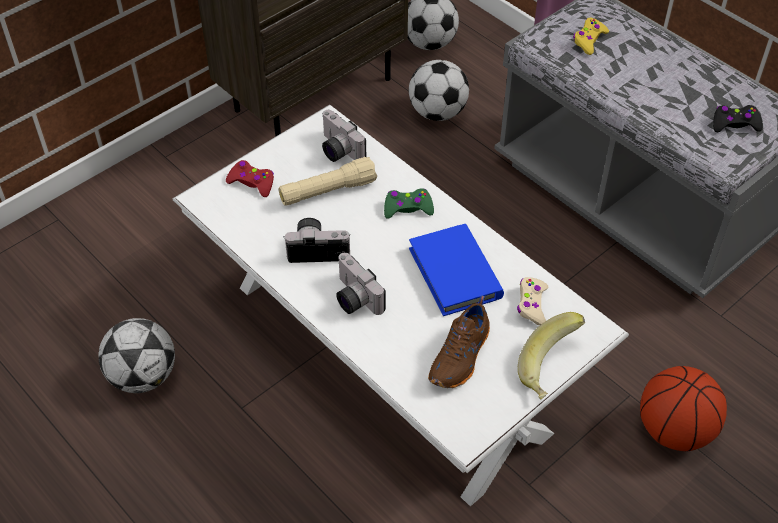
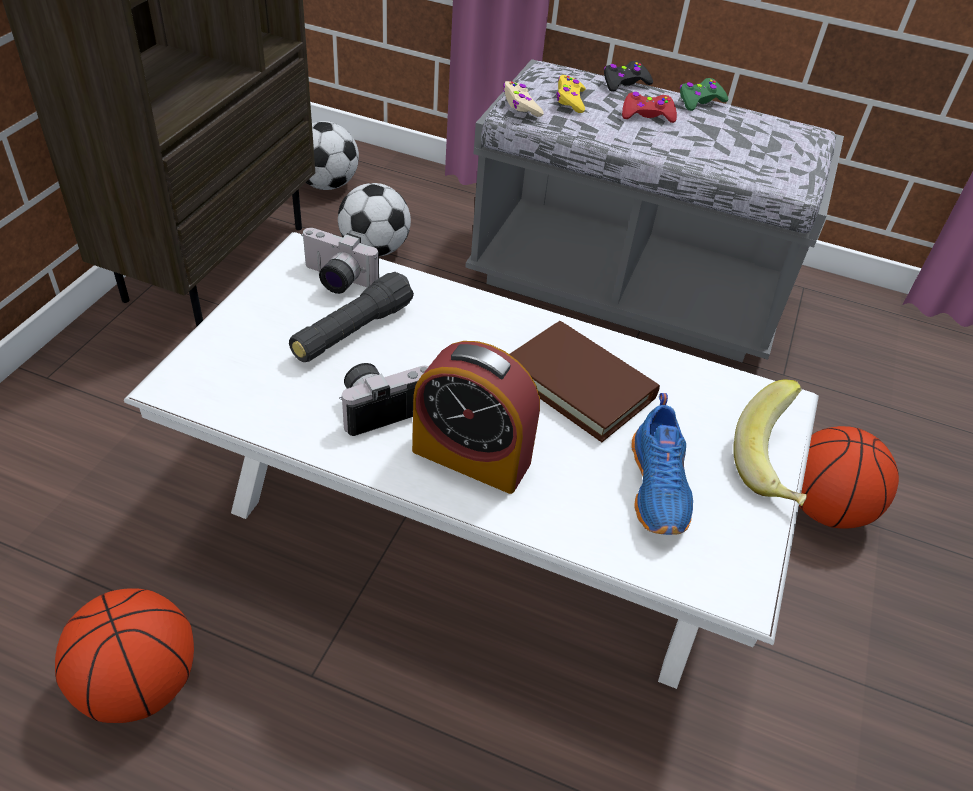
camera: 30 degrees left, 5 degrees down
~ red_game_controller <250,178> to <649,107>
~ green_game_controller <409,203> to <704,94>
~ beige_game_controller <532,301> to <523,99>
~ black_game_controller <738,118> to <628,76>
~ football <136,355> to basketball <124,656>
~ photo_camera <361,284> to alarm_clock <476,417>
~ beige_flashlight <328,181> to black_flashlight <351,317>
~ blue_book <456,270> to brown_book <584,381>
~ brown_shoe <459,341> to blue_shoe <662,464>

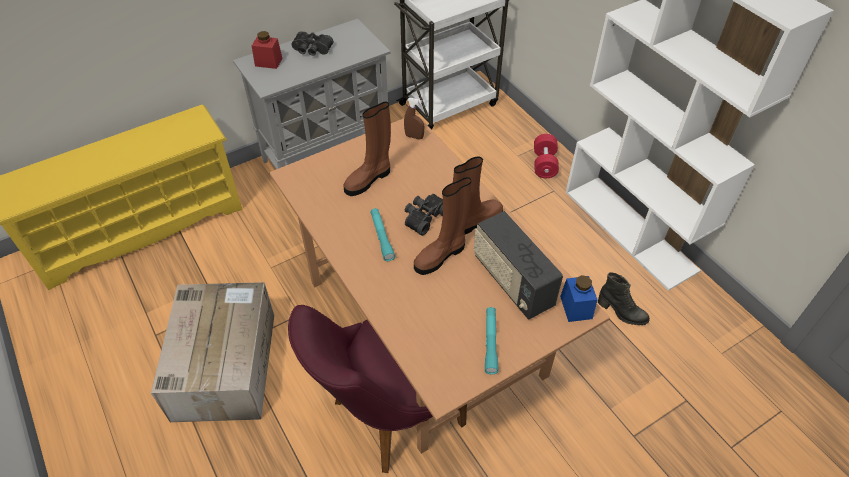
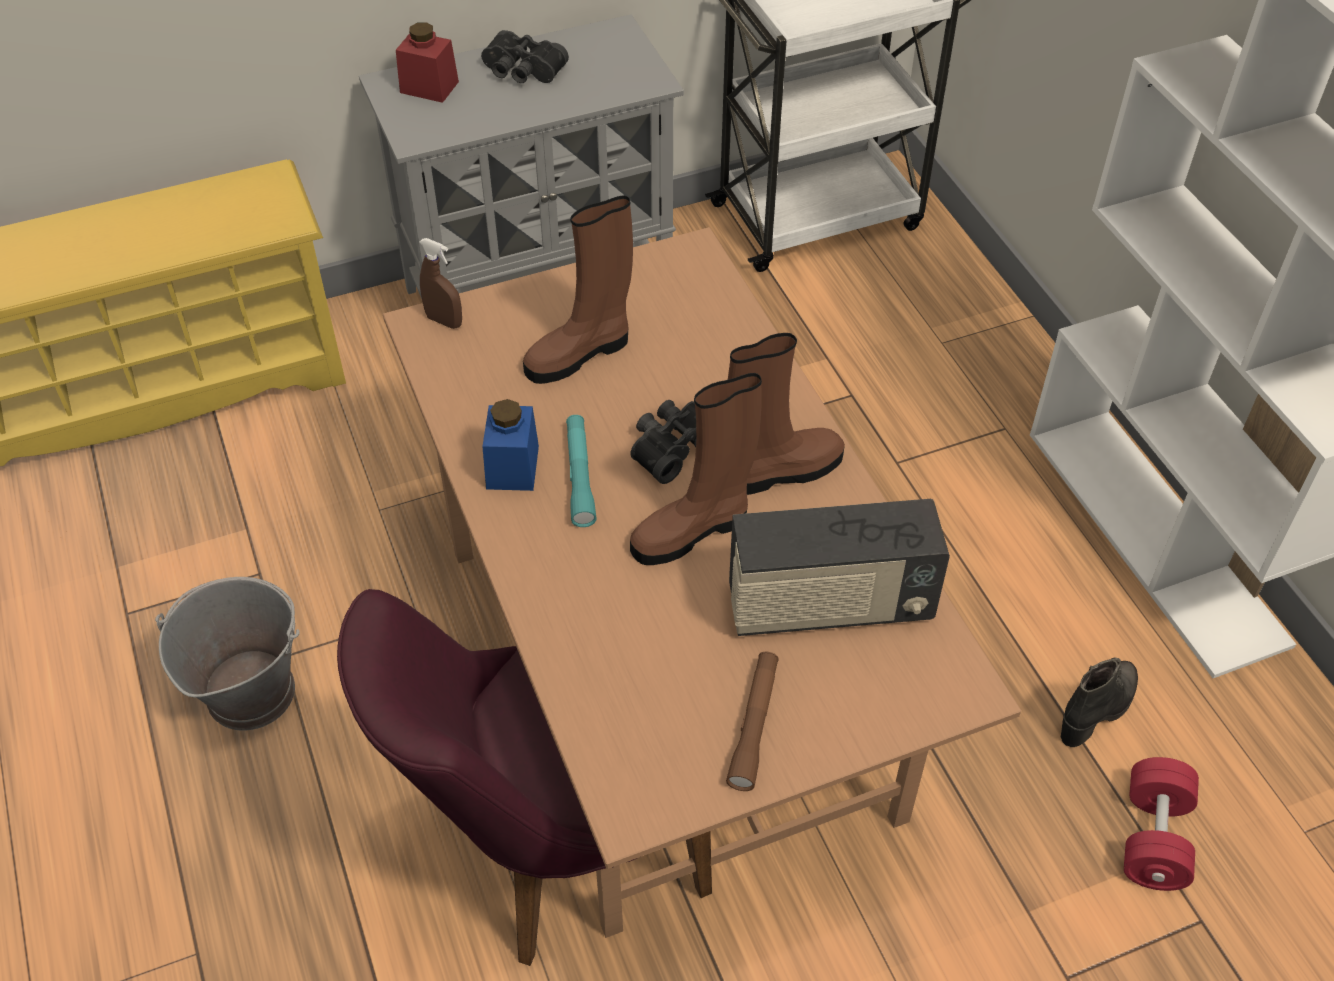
camera: 10 degrees right, 0 degrees up
~ brown_spray_bottle <414,119> to <440,283>
~ red_dumbbell <546,156> to <1161,824>
~ blue_jar <579,298> to <510,445>
~ cardboard_box <212,352> to grey_bucket <227,654>
~ turquoise_flashlight <492,341> to brown_flashlight <752,721>
~ radio <518,265> = <839,567> 75 degrees counterclockwise
~ black_boot <624,298> = <1099,702> 90 degrees counterclockwise

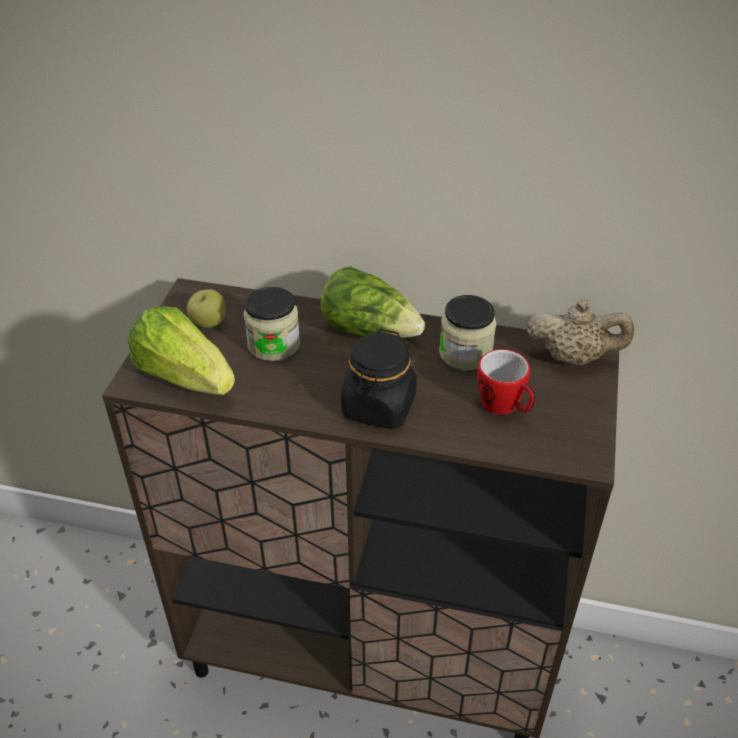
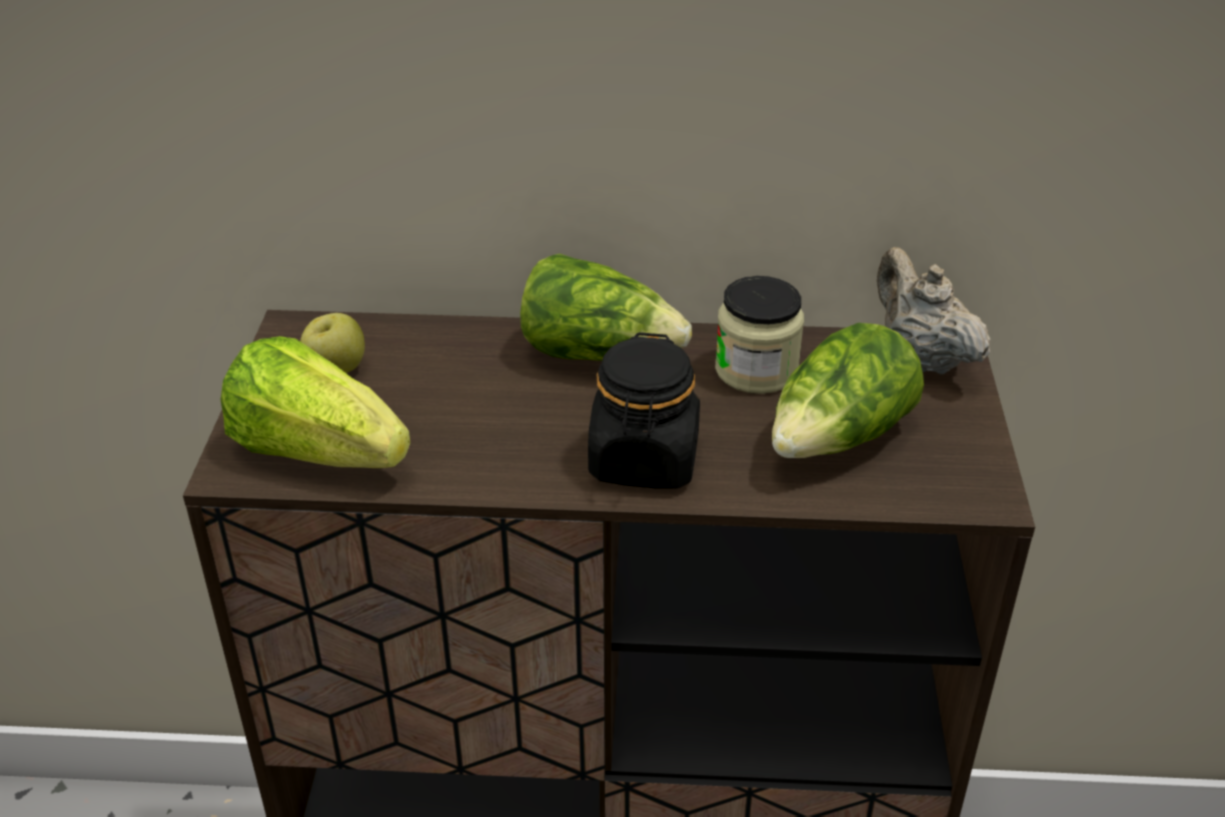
camera: 10 degrees left, 5 degrees down
- jar <272,324>
~ mug <506,382> to lettuce <848,390>
~ beige_teapot <580,332> = <934,311> 120 degrees counterclockwise

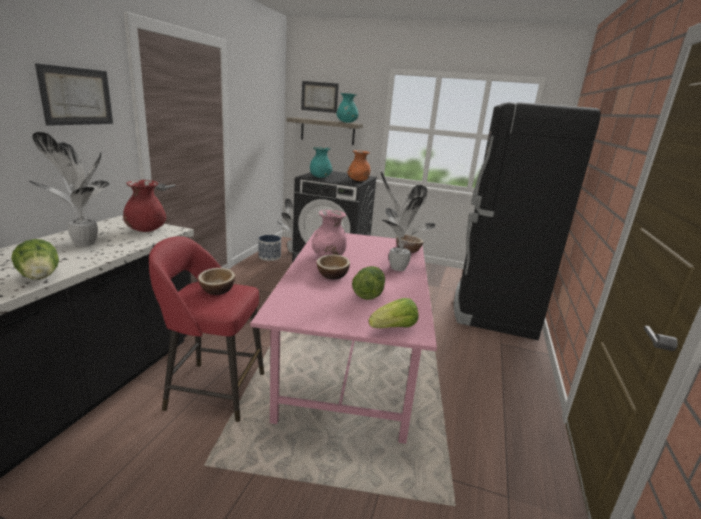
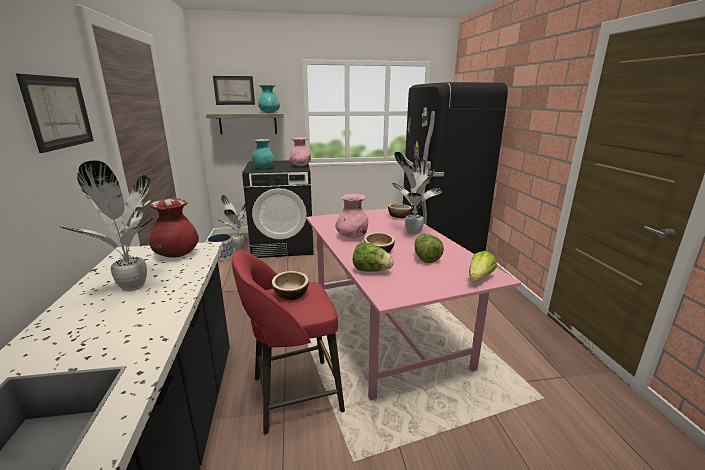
camera: 25 degrees left, 0 degrees up
~ lettuce <35,259> to <373,257>
~ orange_vase <358,165> to pink_vase <300,152>

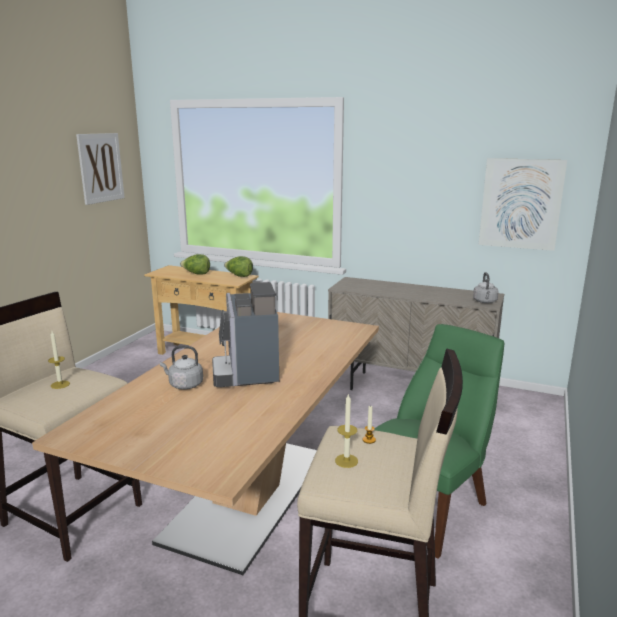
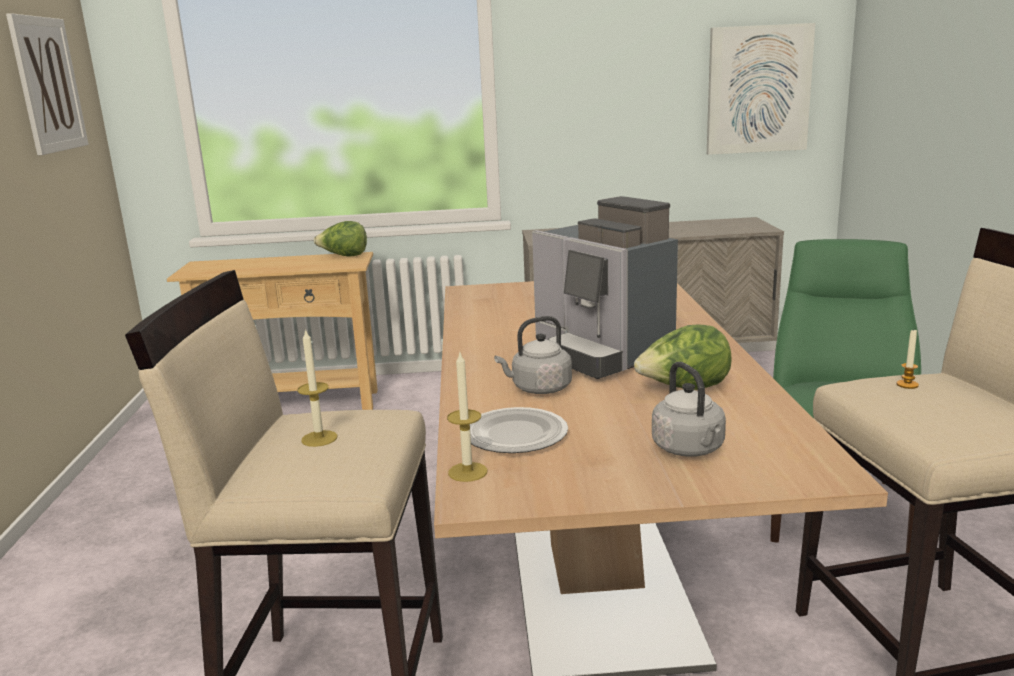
camera: 25 degrees left, 0 degrees up
+ plate <519,430>
~ lettuce <195,264> to <683,357>
~ candle <346,430> to <467,417>
~ grey_kettle <486,287> to <689,409>

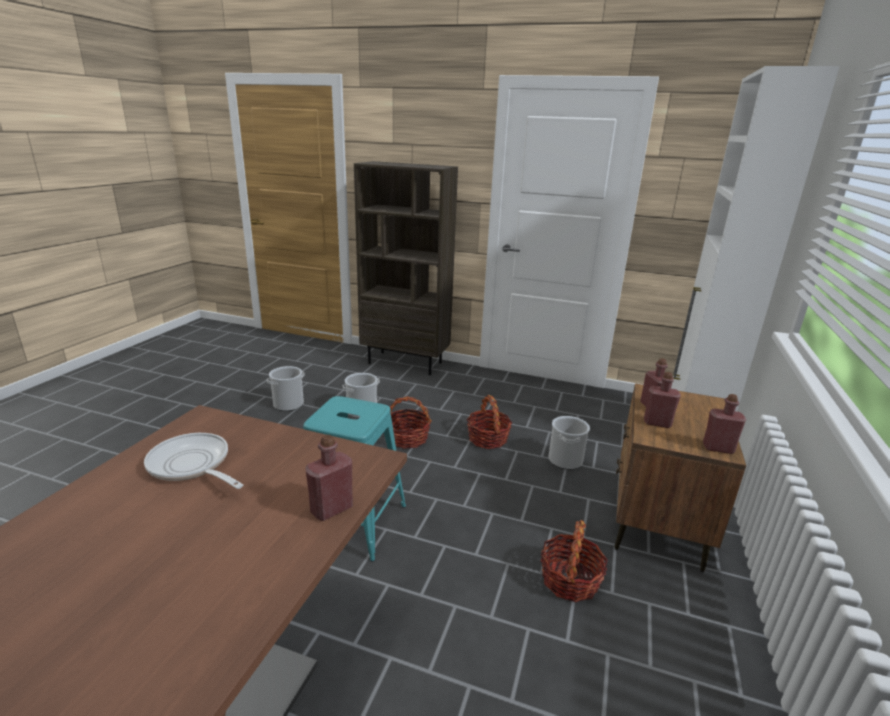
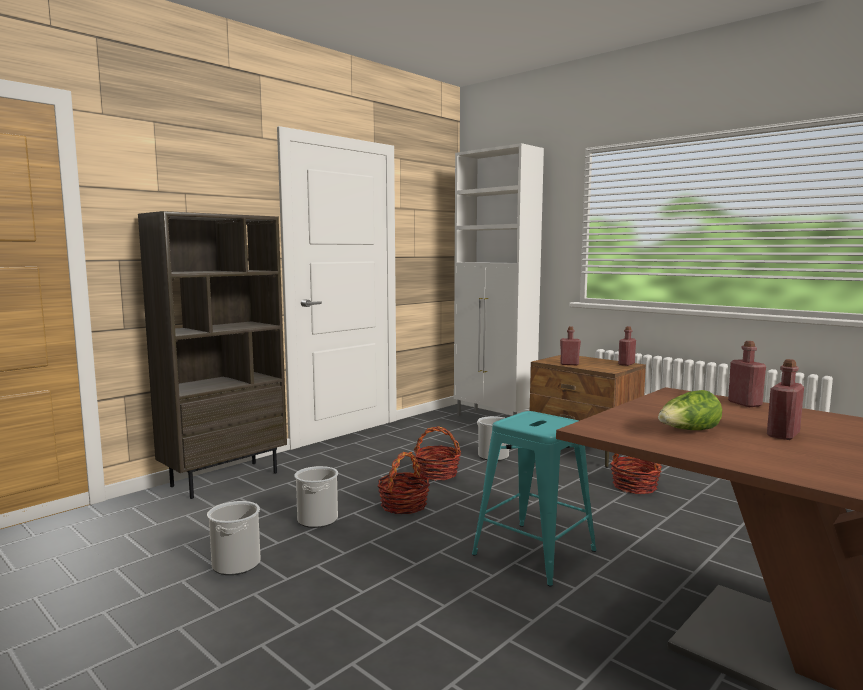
camera: 65 degrees left, 15 degrees down
~ red_bottle <662,400> to <785,399>
~ frying_pan <193,461> to lettuce <690,410>

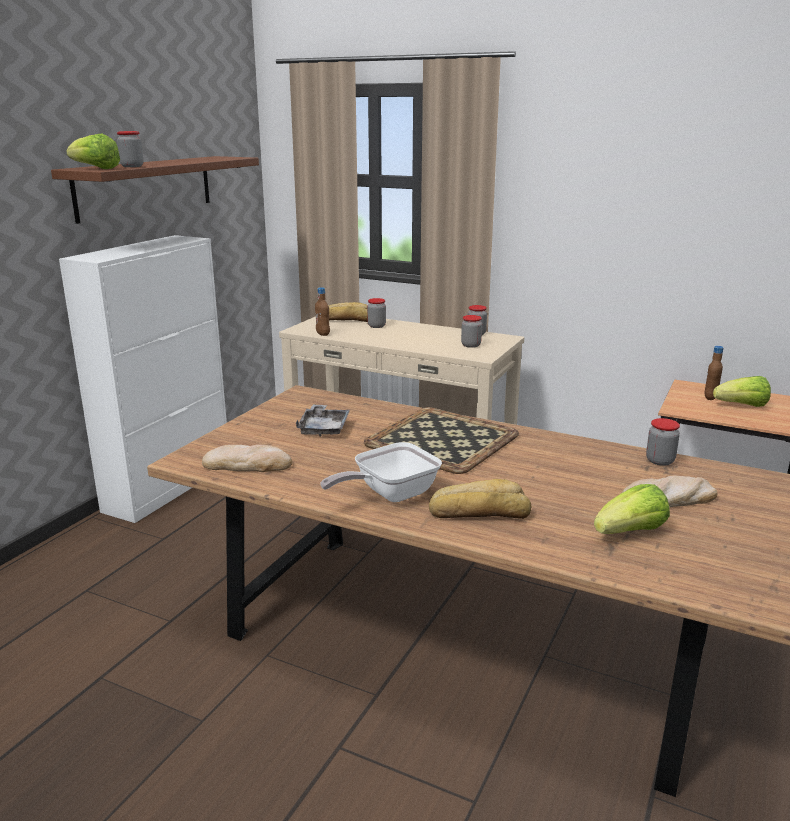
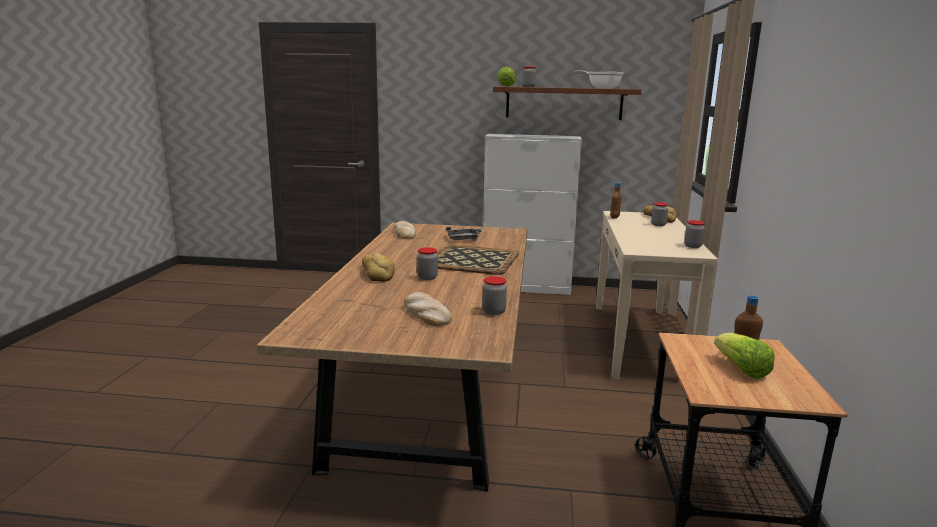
camera: 70 degrees right, 5 degrees down
- lettuce <632,509>
~ frying_pan <381,472> to <597,79>
~ jar <471,331> to <427,263>

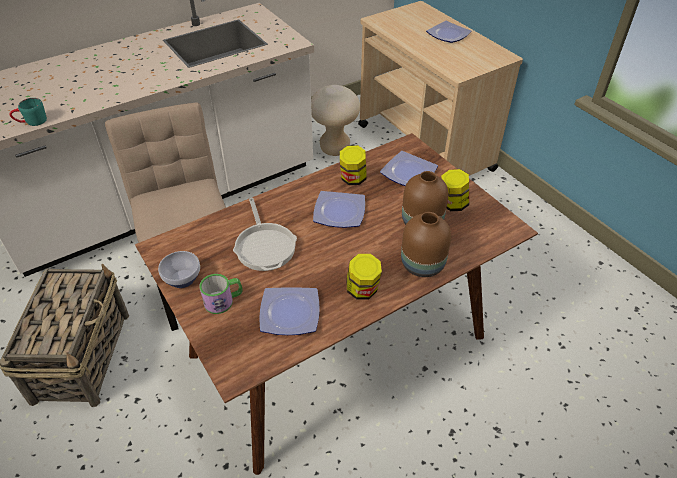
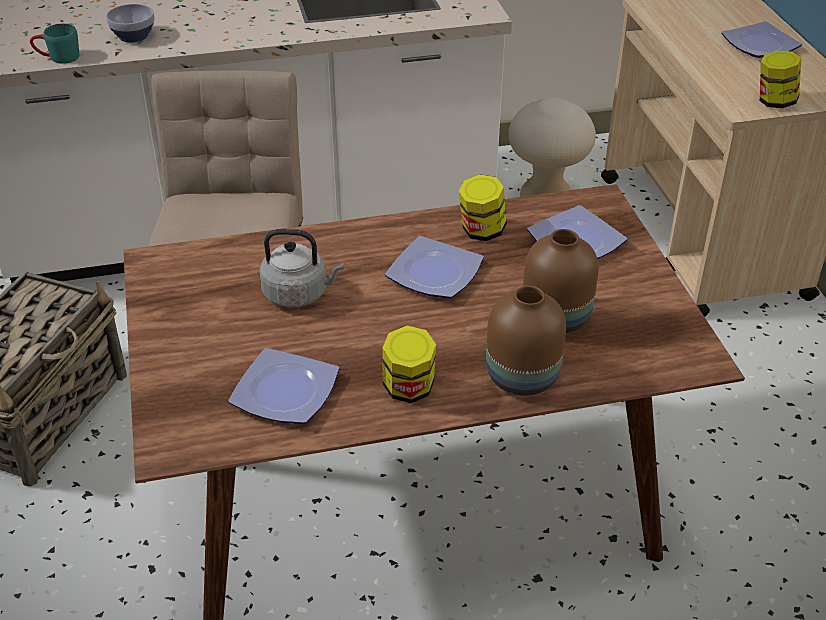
camera: 20 degrees right, 5 degrees down
- mug <221,294>
~ bowl <179,269> to <130,23>
~ jar <455,190> to <780,79>
~ frying_pan <265,234> to grey_kettle <302,268>

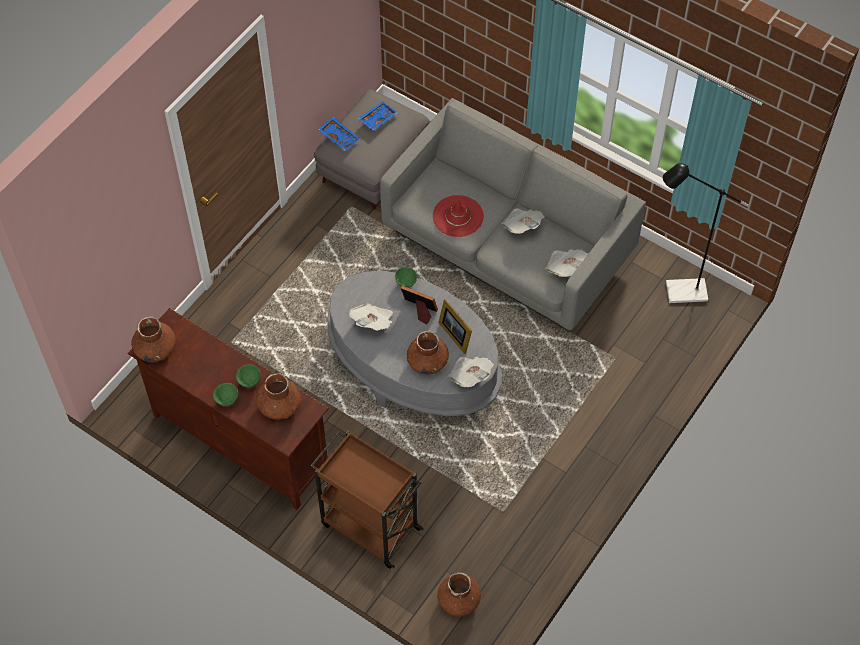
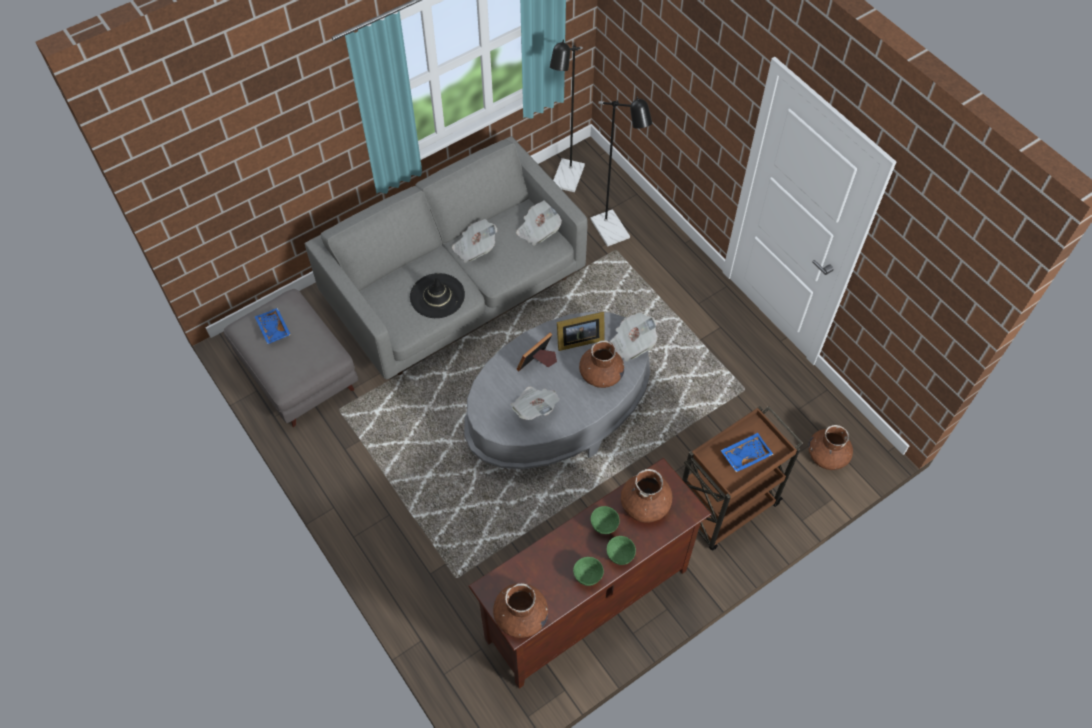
camera: 70 degrees left, 0 degrees up
+ black_floor_lamp <621,171>
~ blue_tray <338,134> to <747,452>
~ green_bowl <406,277> to <588,571>
~ red_hat <458,216> to black_hat <437,295>

